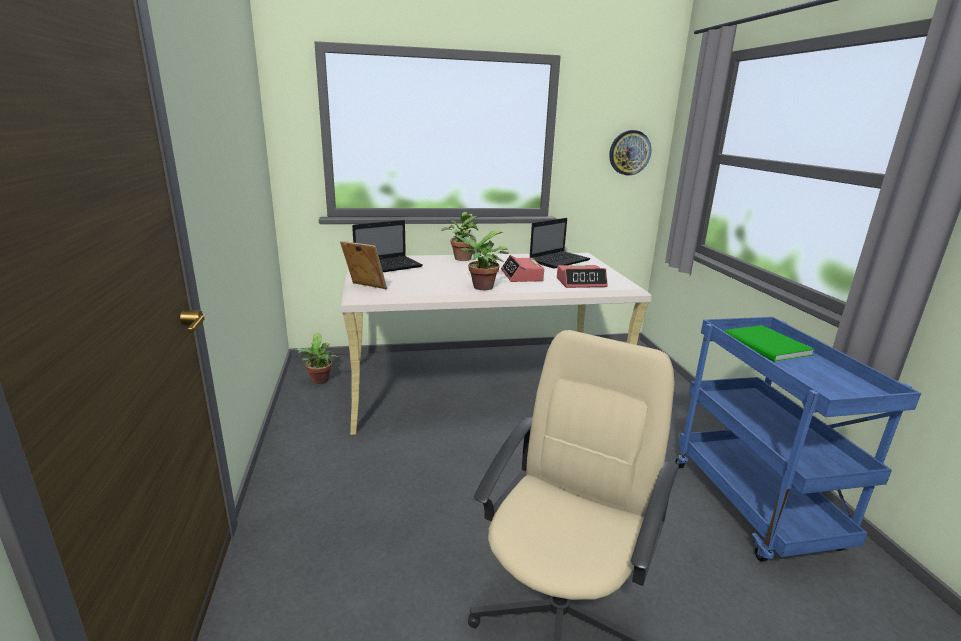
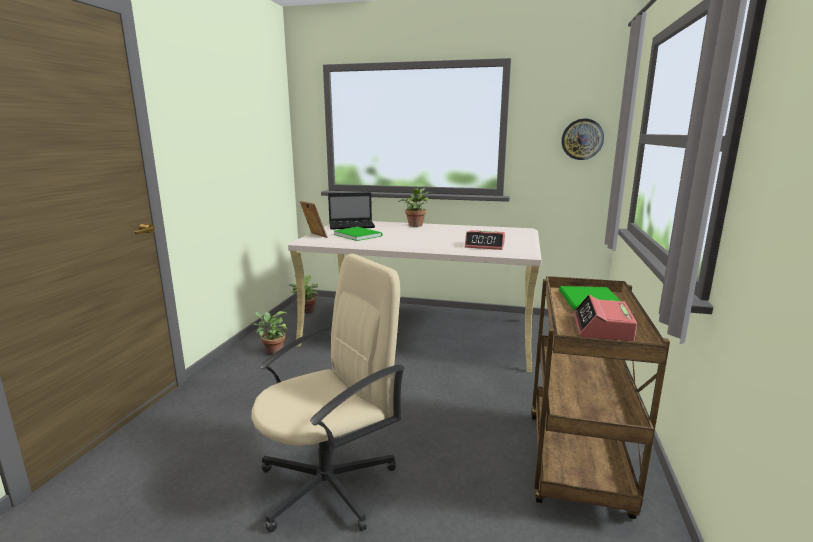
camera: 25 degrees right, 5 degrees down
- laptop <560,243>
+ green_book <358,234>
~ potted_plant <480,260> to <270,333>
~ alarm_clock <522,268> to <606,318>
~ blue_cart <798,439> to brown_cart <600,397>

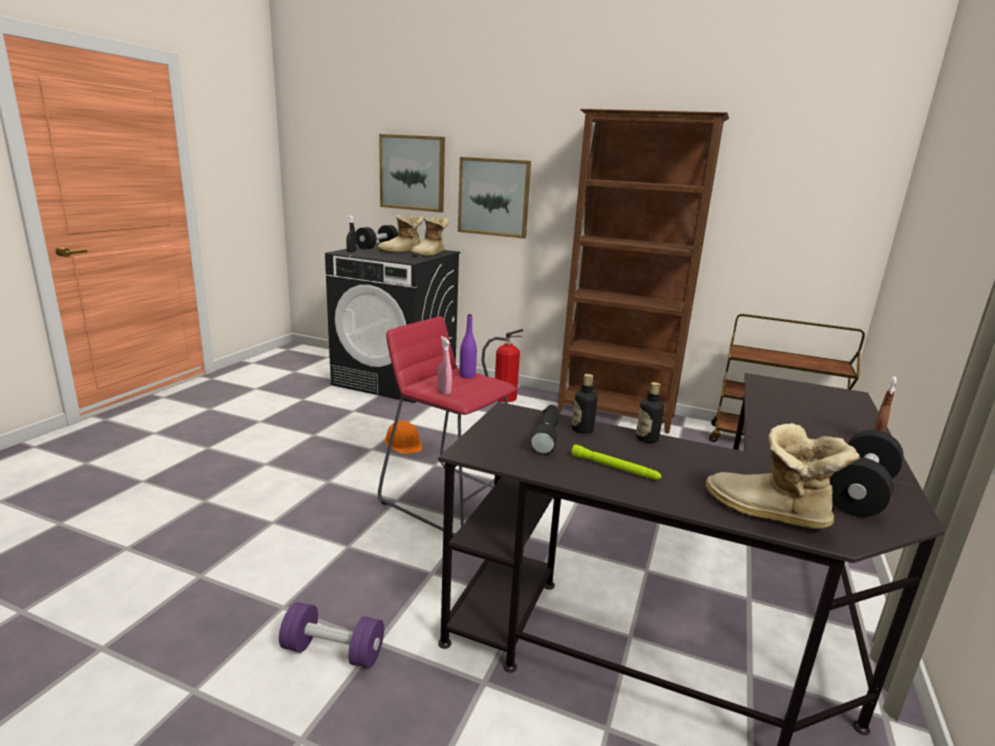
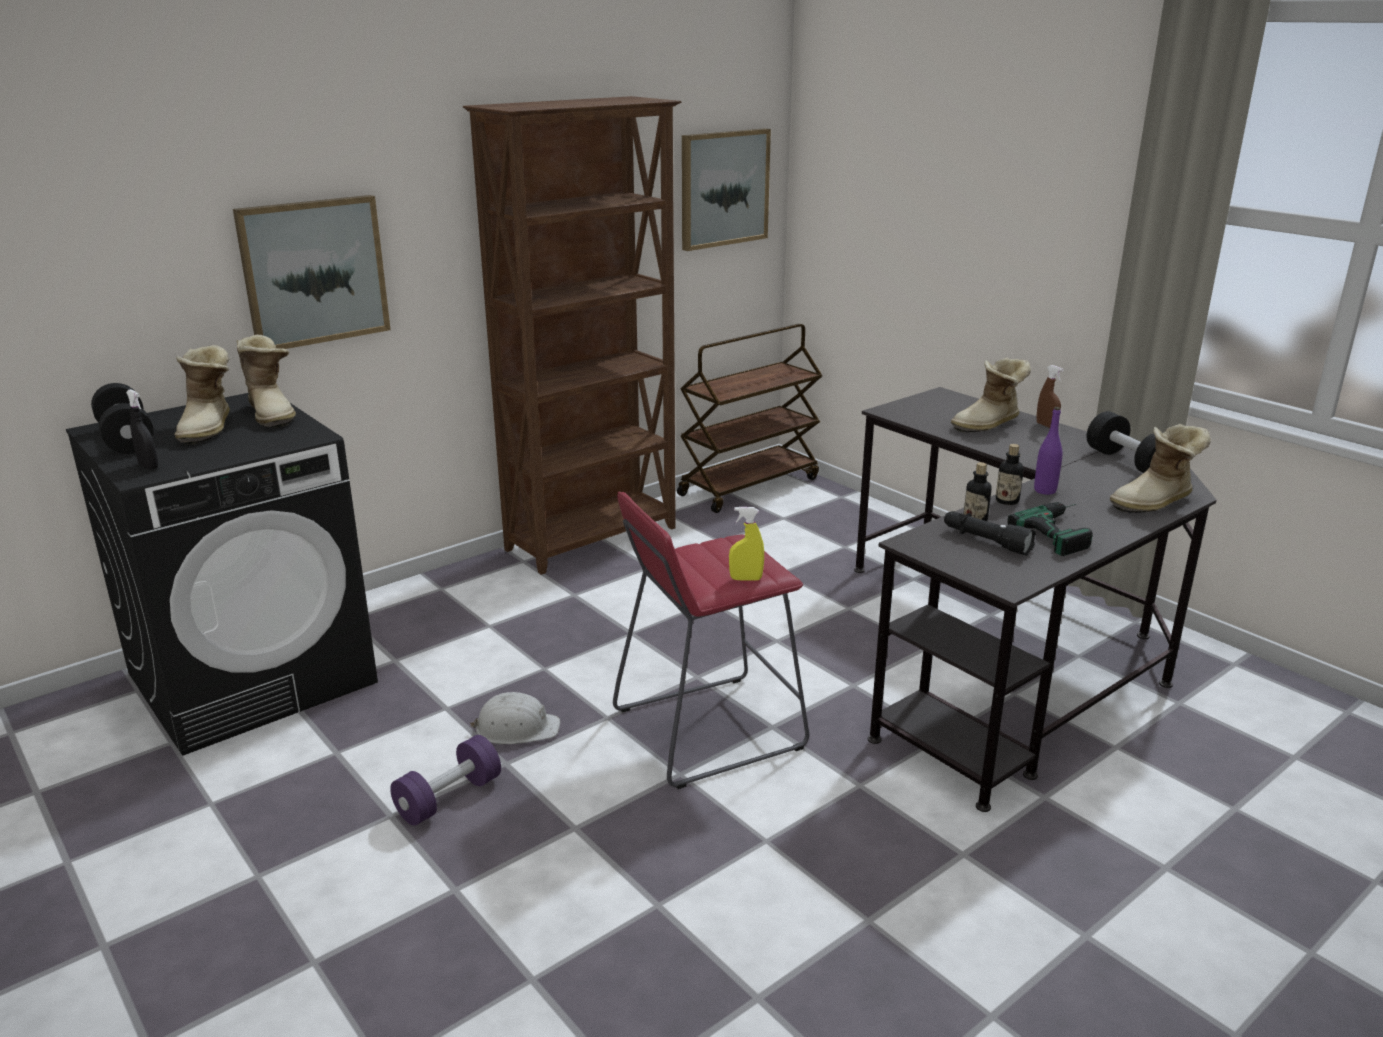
camera: 60 degrees left, 5 degrees up
- fire_extinguisher <502,365>
+ boot <991,395>
~ purple_dumbbell <331,635> to <445,780>
~ picture <412,173> to <726,189>
~ purple_bottle <468,346> to <1048,451>
~ green_flashlight <616,462> to power_drill <1050,529>
~ orange_hard_hat <403,438> to white_hard_hat <515,718>
~ pink_spray_bottle <444,365> to yellow_spray_bottle <746,543>

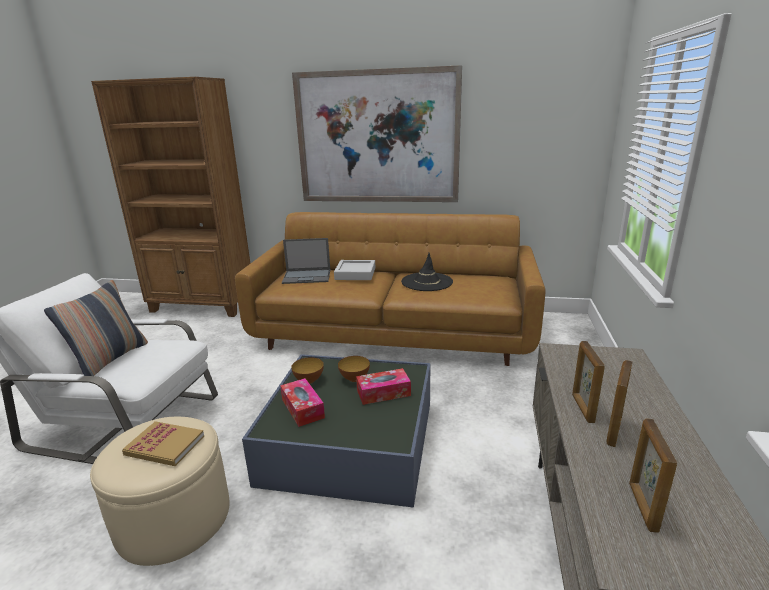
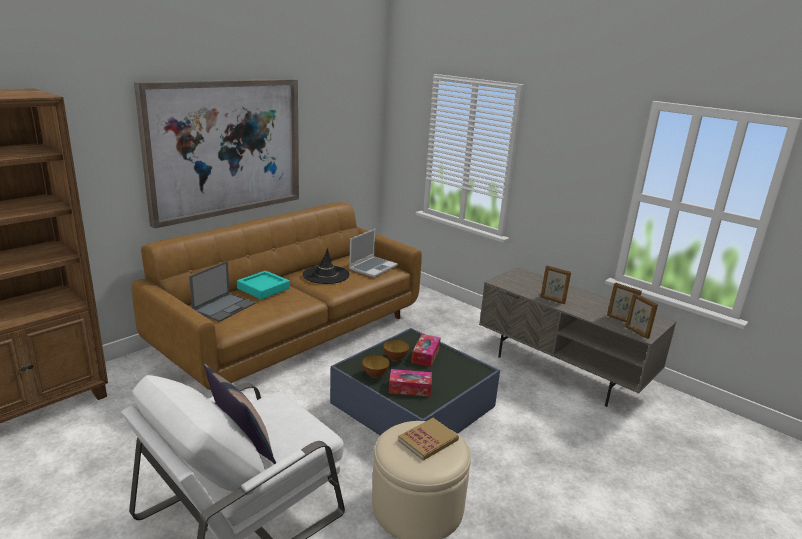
camera: 60 degrees left, 0 degrees up
+ laptop <373,253>
~ picture_frame <619,403> to <641,316>
~ grey_tray <354,270> to turquoise_tray <263,285>

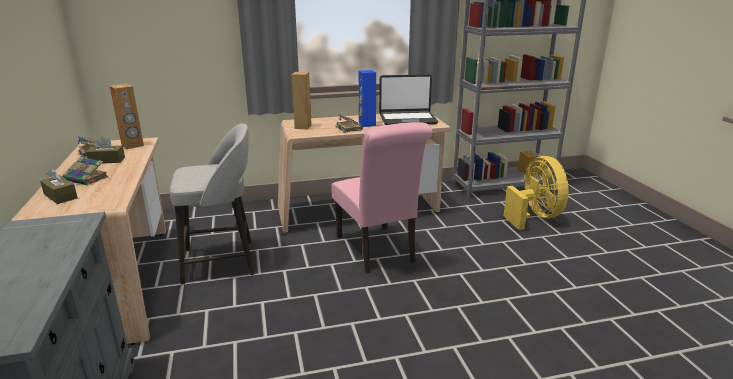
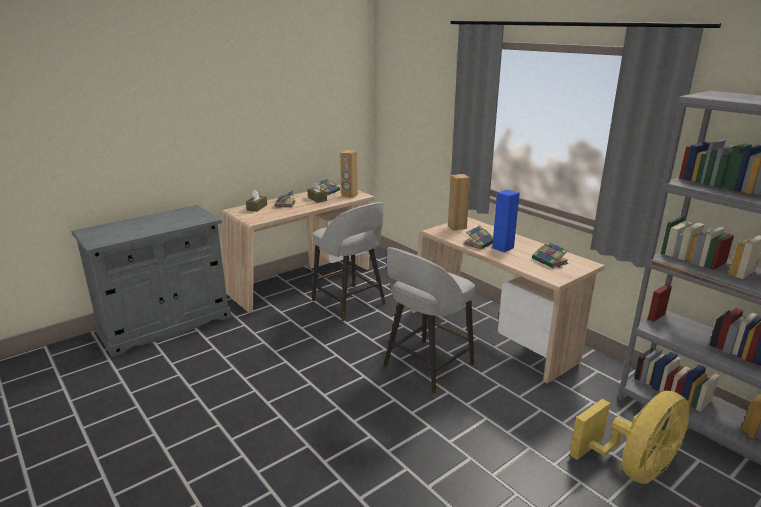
camera: 65 degrees right, 0 degrees up
~ pink_chair <381,197> to grey_stool <429,320>
~ laptop <409,99> to book <550,254>

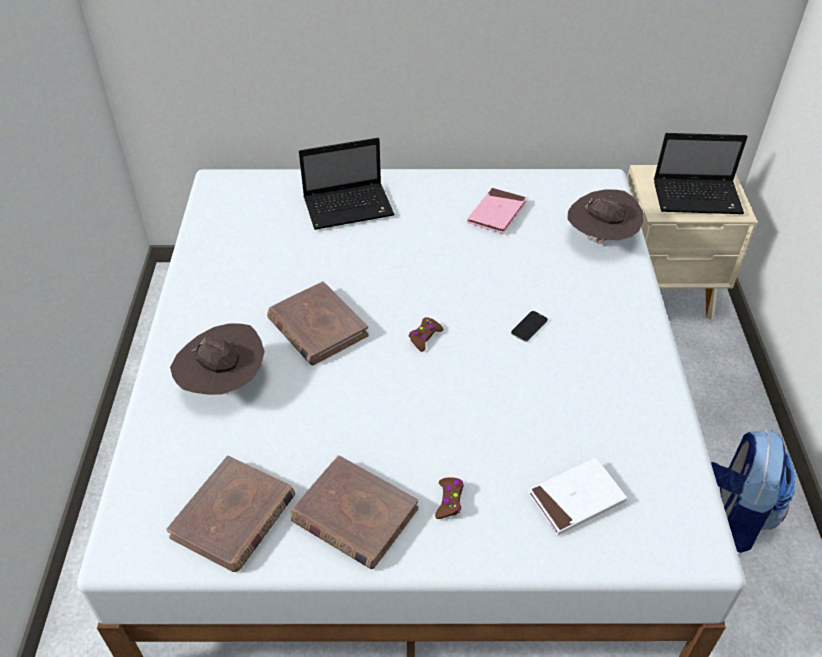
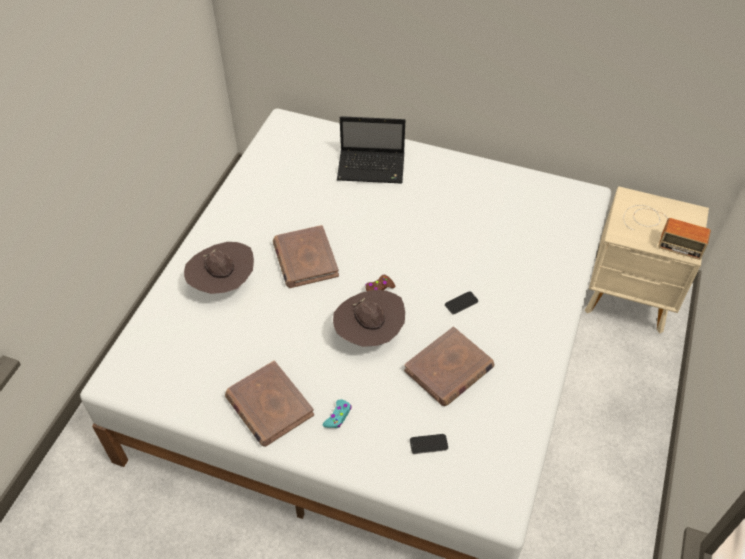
camera: 20 degrees right, 5 degrees up
- pink_book <497,211>
- backpack <753,491>
~ brown_book <230,514> to <449,366>
~ brown_hat <605,216> to <369,318>
~ white_book <577,496> to phone <429,444>
~ laptop <701,173> to radio <667,232>
~ brown_game_controller <449,498> to turquoise_game_controller <337,413>

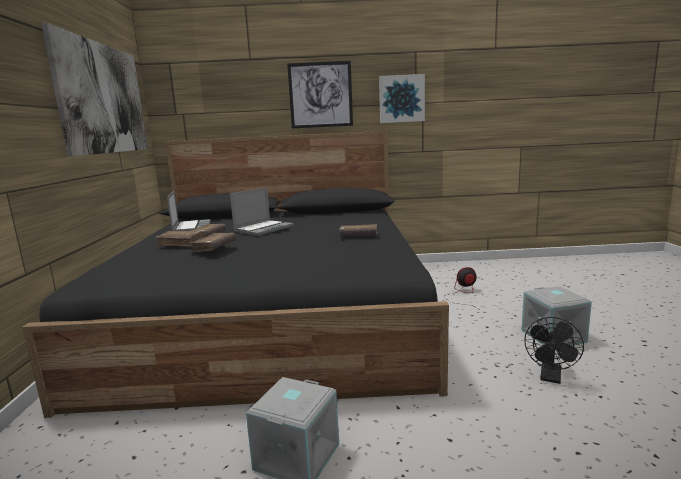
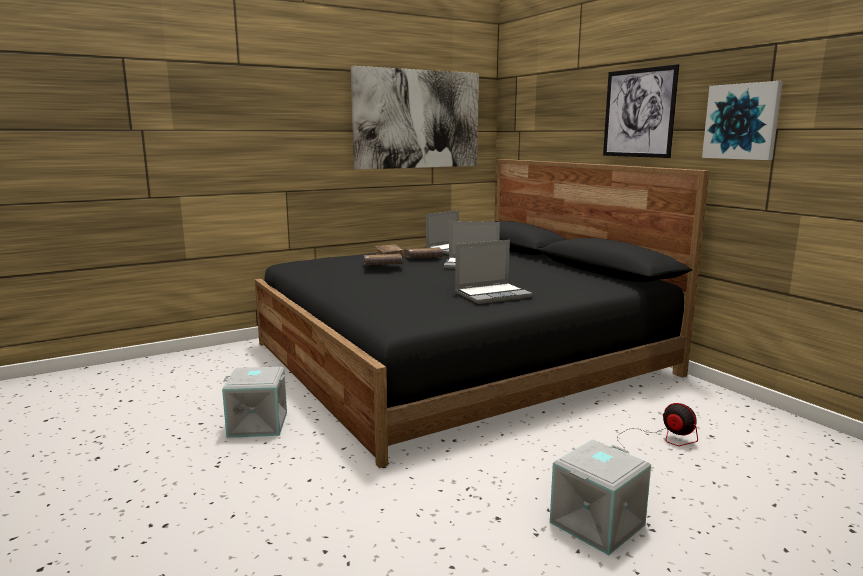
camera: 60 degrees right, 0 degrees up
- black_fan <554,350>
~ brown_book <358,230> to laptop <494,272>

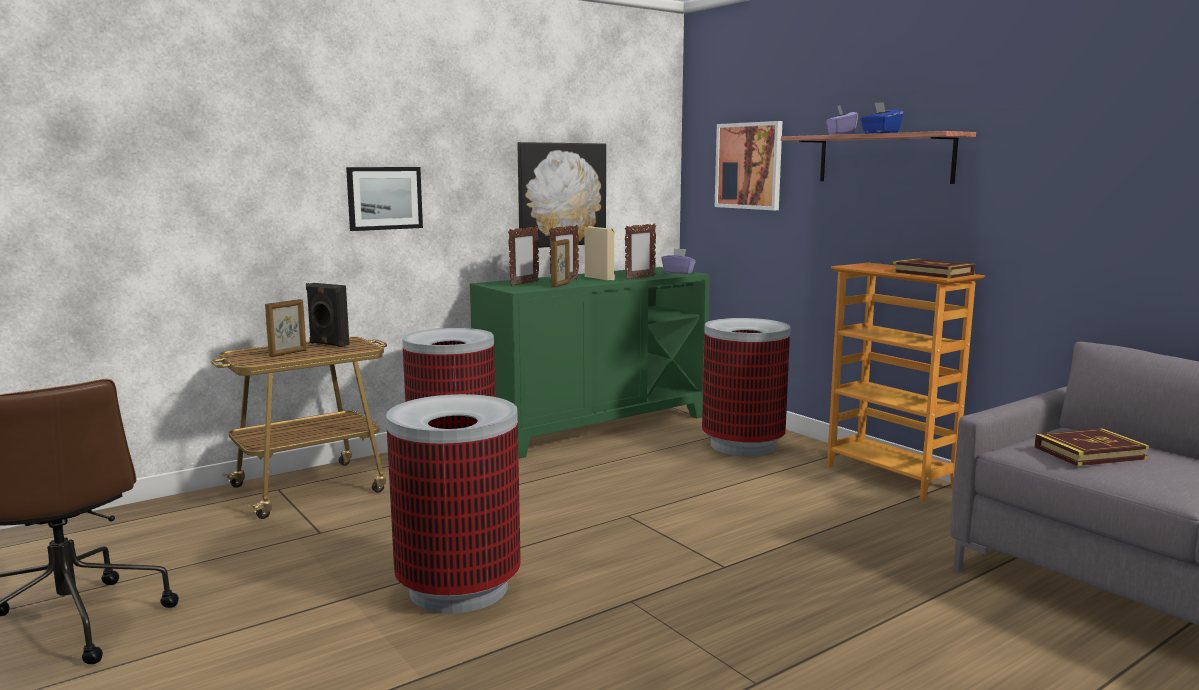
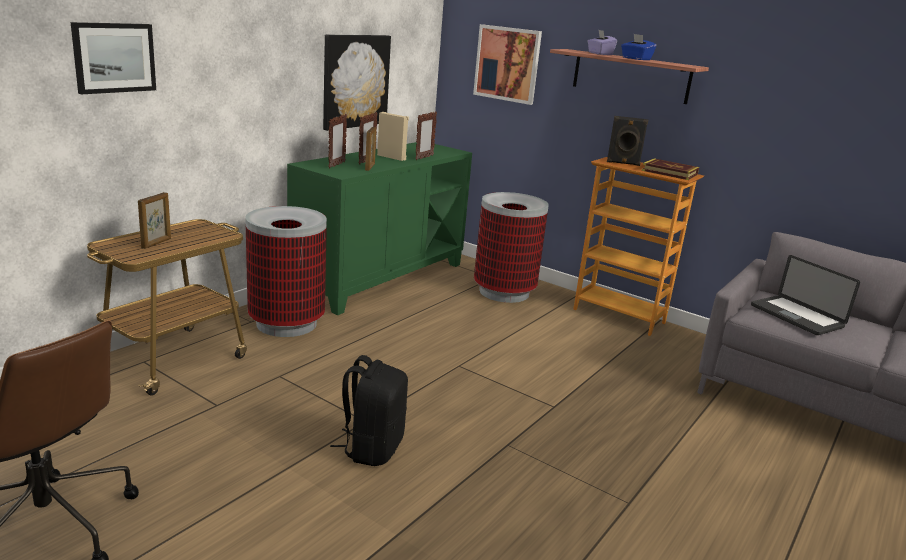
camera: 20 degrees left, 10 degrees up
- purple_tissue_box <678,261>
~ black_speaker <328,315> to <627,141>
~ picture <384,199> to <113,58>
~ trash_can <453,503> to black_backpack <369,410>
~ book <1091,447> to laptop <805,295>

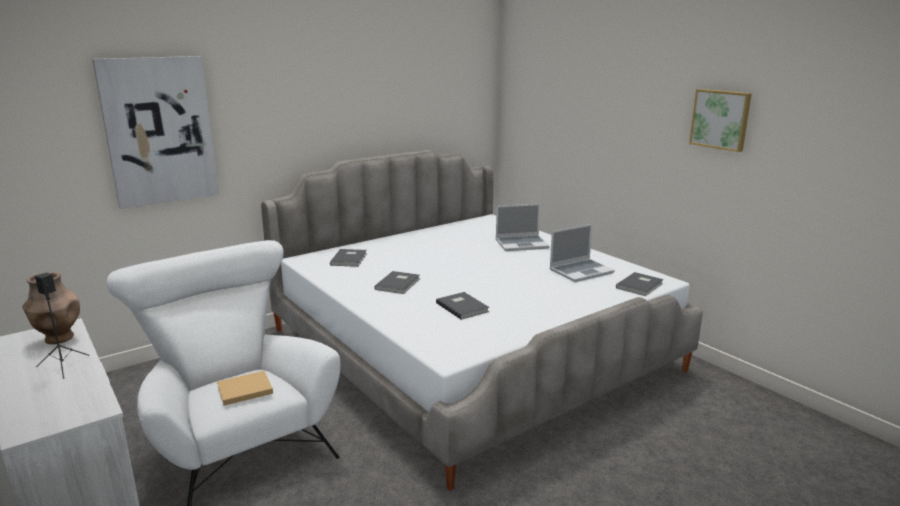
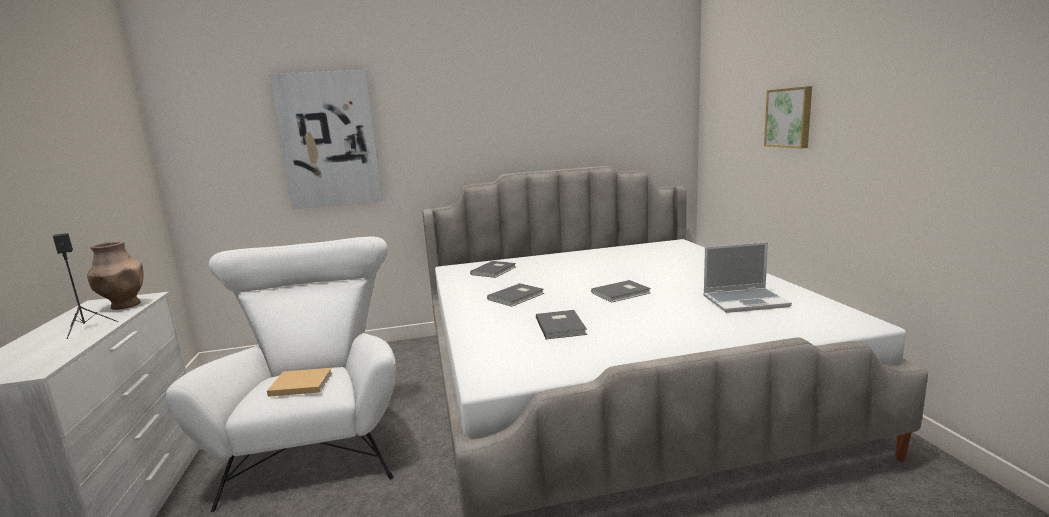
camera: 25 degrees right, 5 degrees down
- laptop <523,227>
~ grey_book <640,284> to <621,291>
~ picture <720,120> to <788,117>

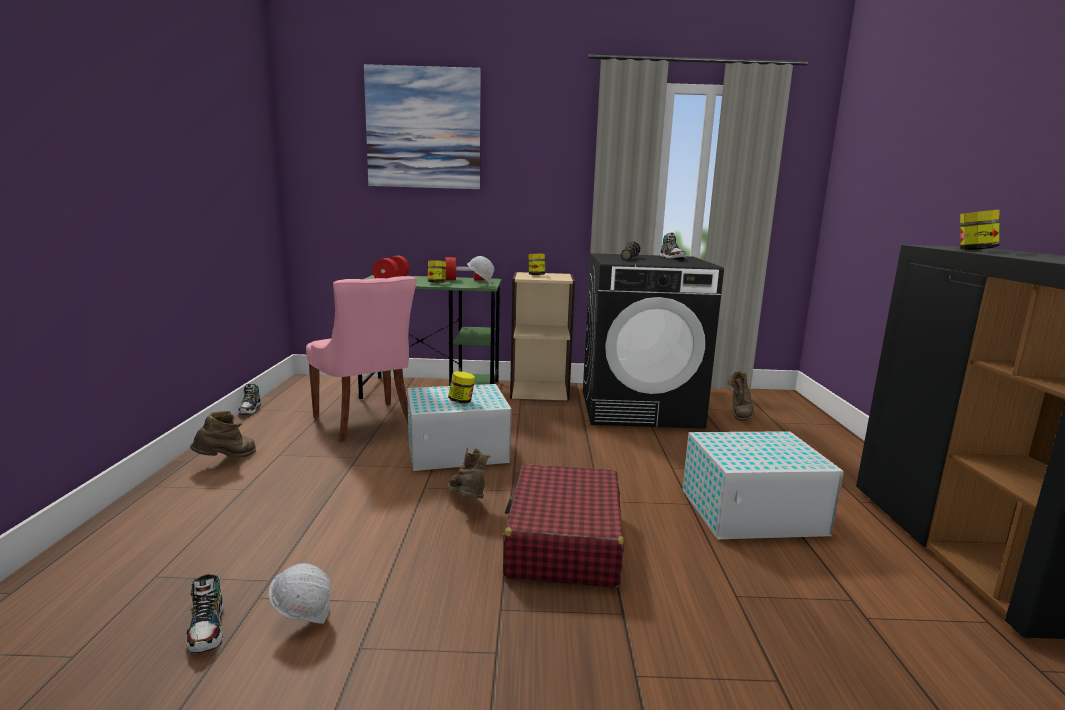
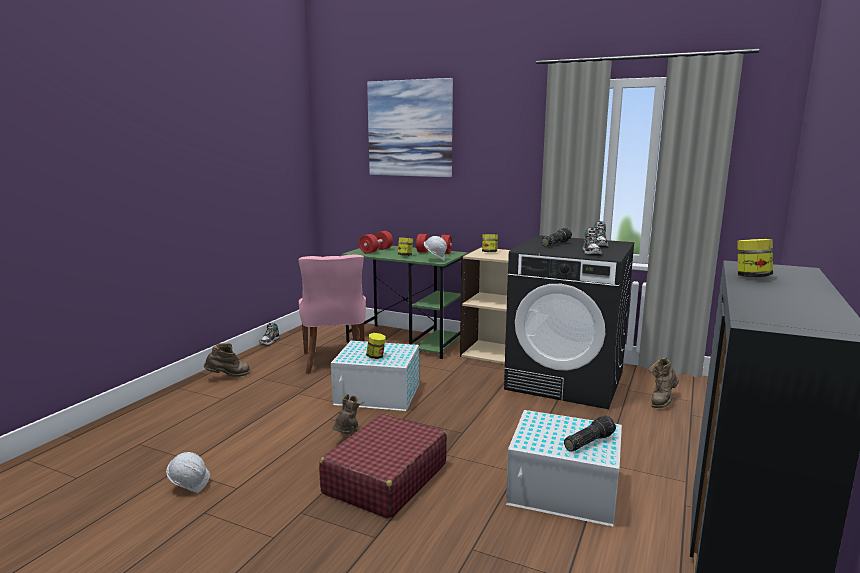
camera: 25 degrees right, 0 degrees up
+ flashlight <590,433>
~ shoe <204,613> to <592,241>

